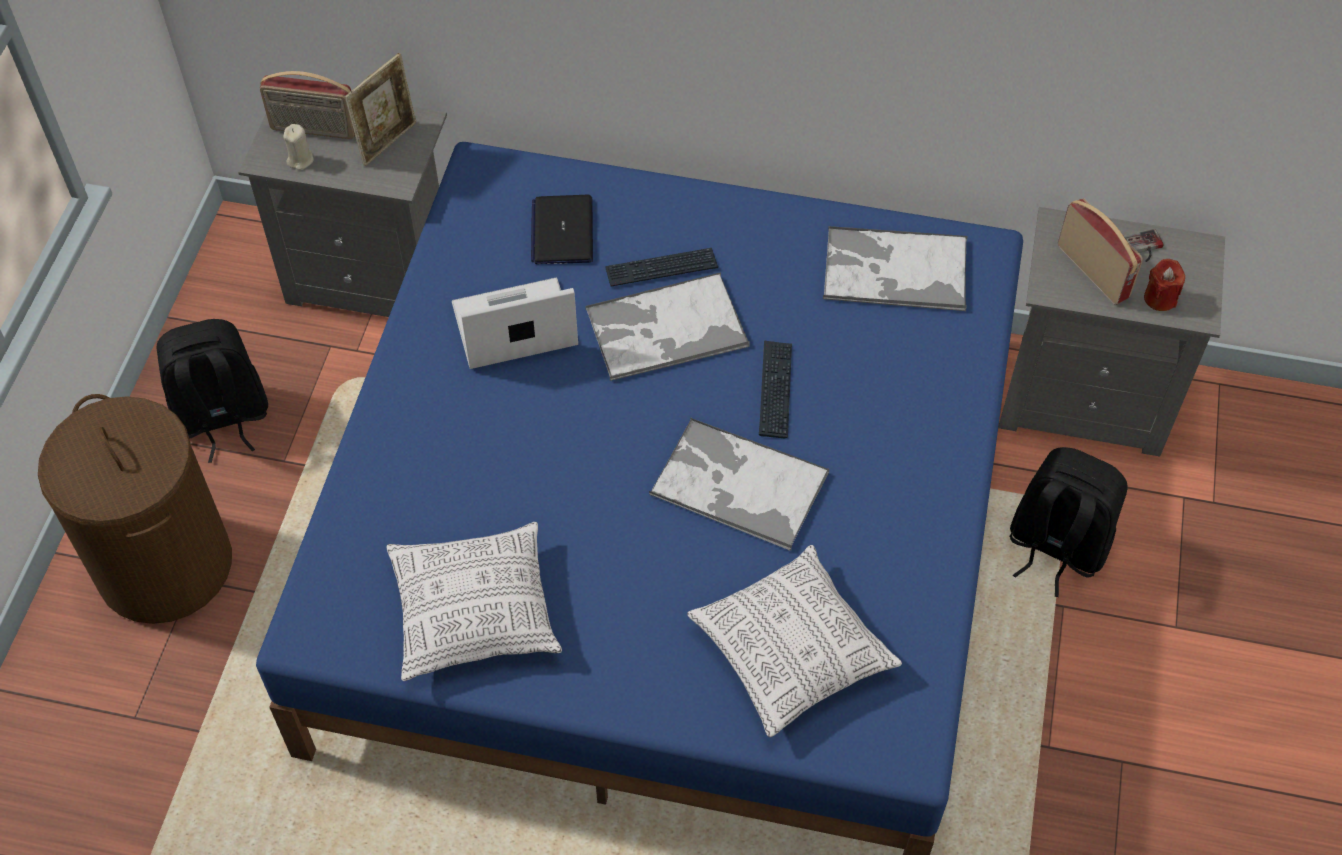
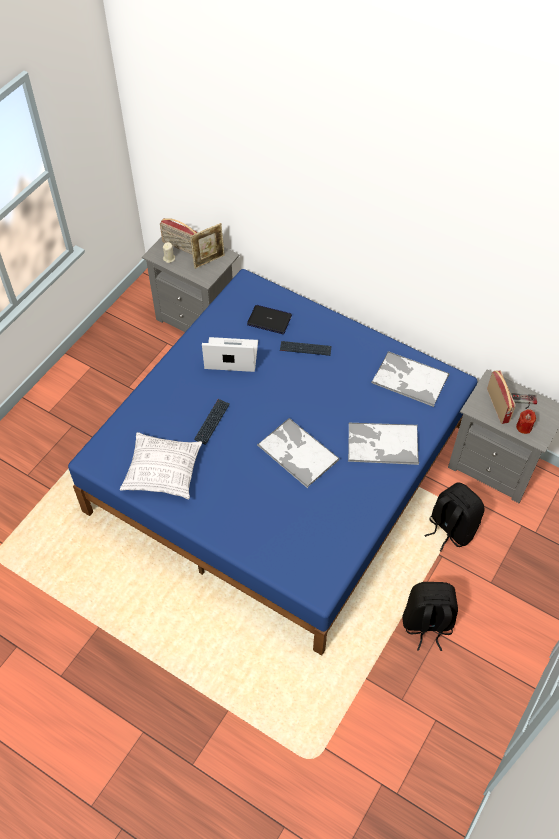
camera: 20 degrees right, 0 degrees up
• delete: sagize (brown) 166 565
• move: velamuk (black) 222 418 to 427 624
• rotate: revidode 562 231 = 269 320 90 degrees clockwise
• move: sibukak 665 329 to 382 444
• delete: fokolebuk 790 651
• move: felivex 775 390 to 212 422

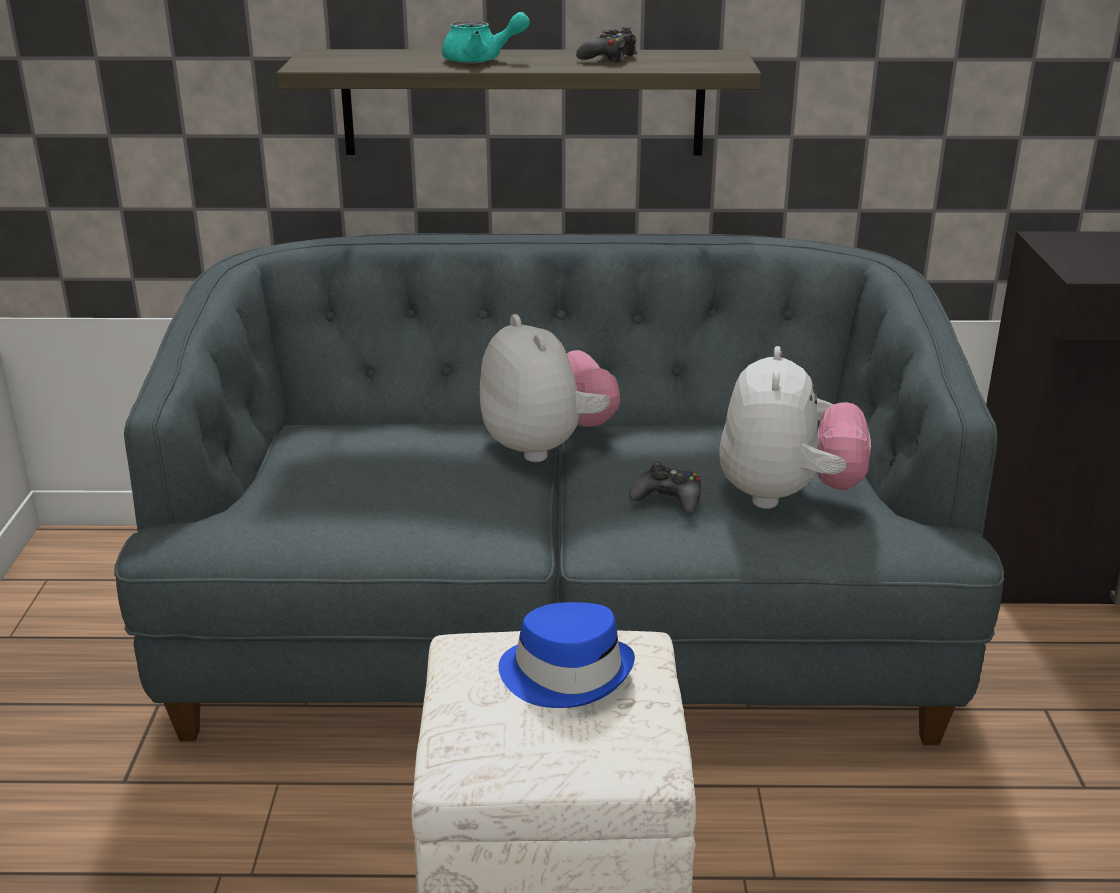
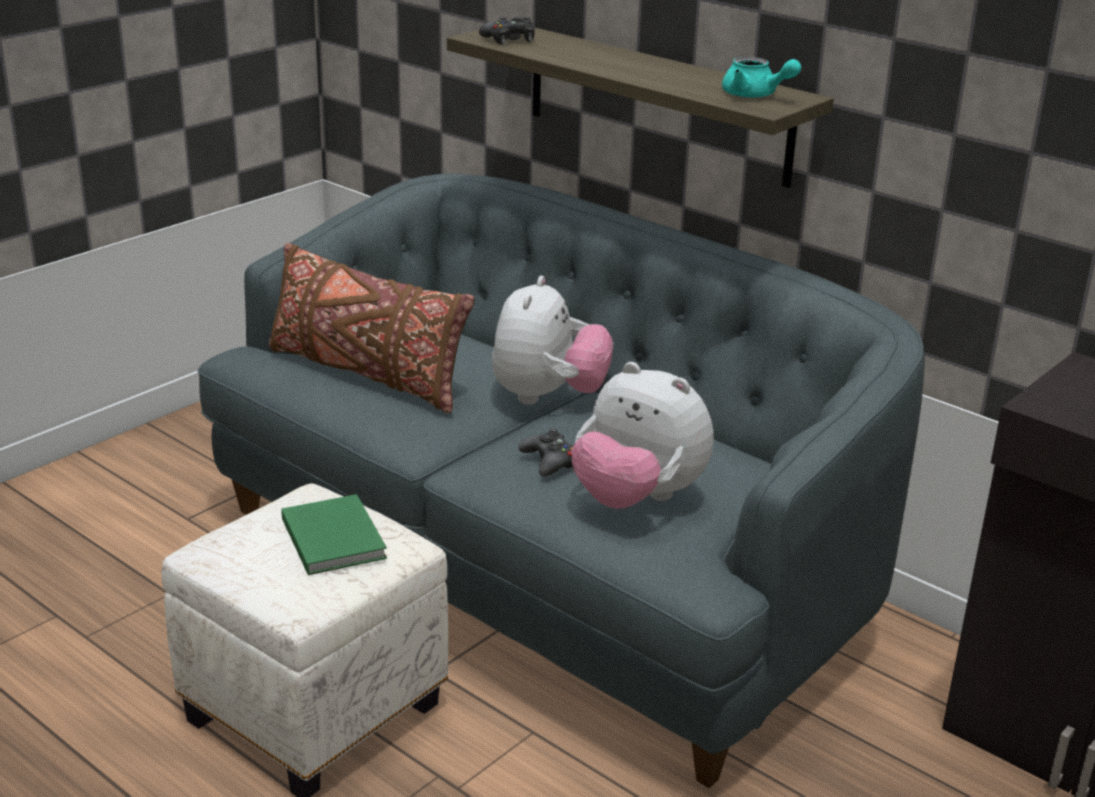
camera: 40 degrees right, 0 degrees up
• move: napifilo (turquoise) 481 60 to 755 95
• replace: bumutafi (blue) 566 673 to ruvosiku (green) 334 537
• move: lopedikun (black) 608 57 to 509 39
• rotate: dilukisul 786 496 = 637 498 75 degrees clockwise
• insert: fokolebuk (brown) 366 373

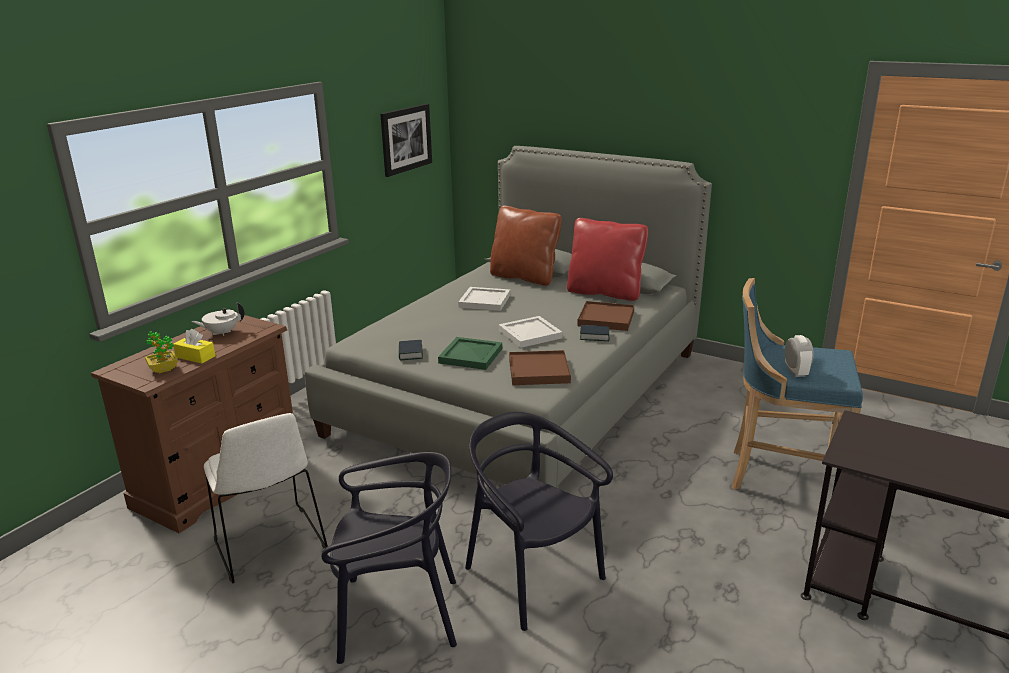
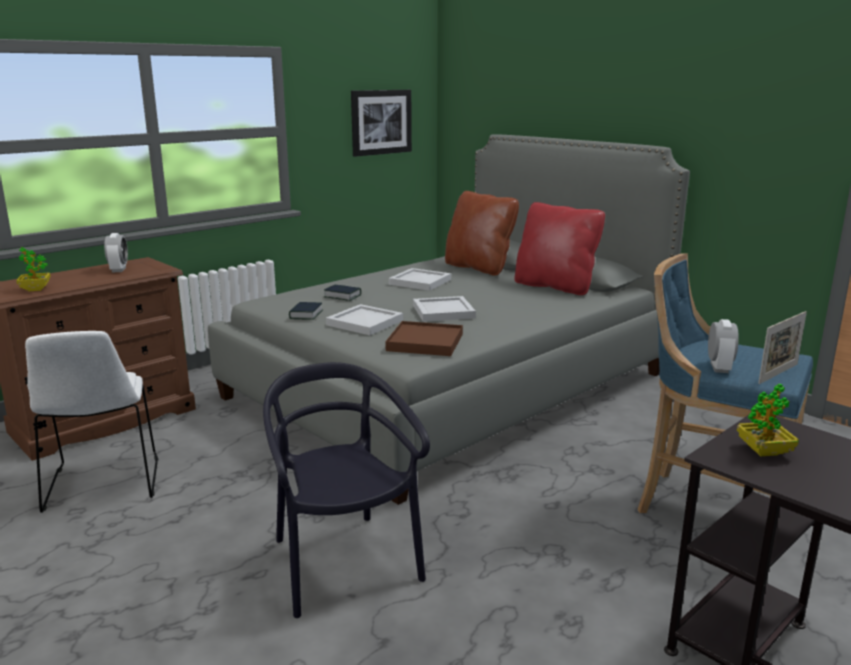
camera: 15 degrees right, 5 degrees down
• delete: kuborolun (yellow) 195 357
• replace: napifilo (white) 221 333 to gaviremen 119 269
• delete: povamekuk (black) 397 616
• recolor: sibukak (green) 470 355 to sibukak (white) 364 322
• delete: sibukak (brown) 606 319
• move: ruvosiku 594 336 to 342 296
• insert: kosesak 764 451
• insert: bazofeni 778 374

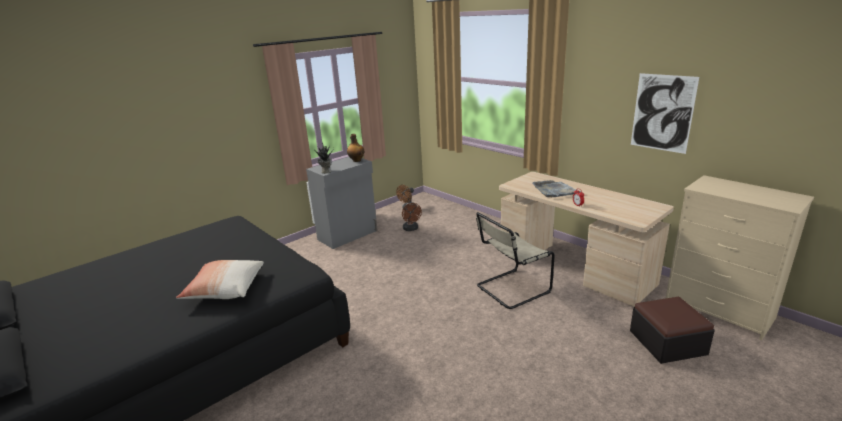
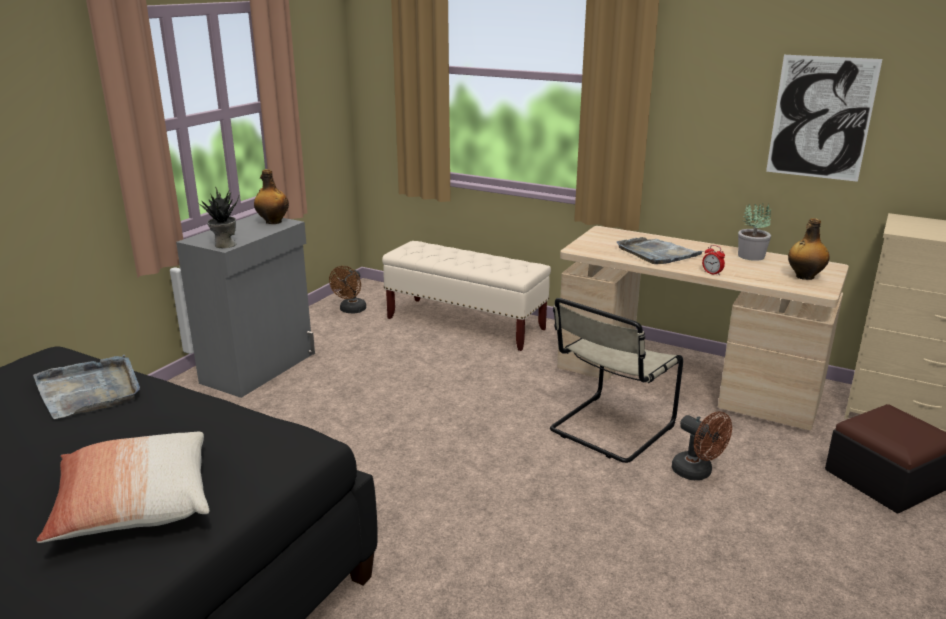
camera: 20 degrees left, 0 degrees up
• move: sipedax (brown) 411 229 to 697 473
• insert: sibukak (grey) 90 390
• insert: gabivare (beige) 465 324
• insert: kosesak 751 256
• insert: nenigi 804 277

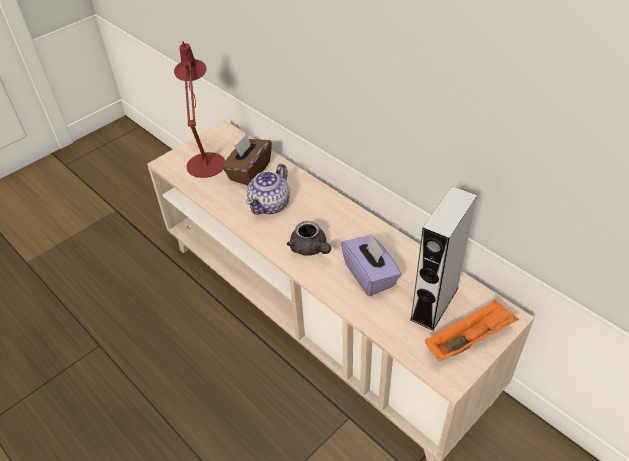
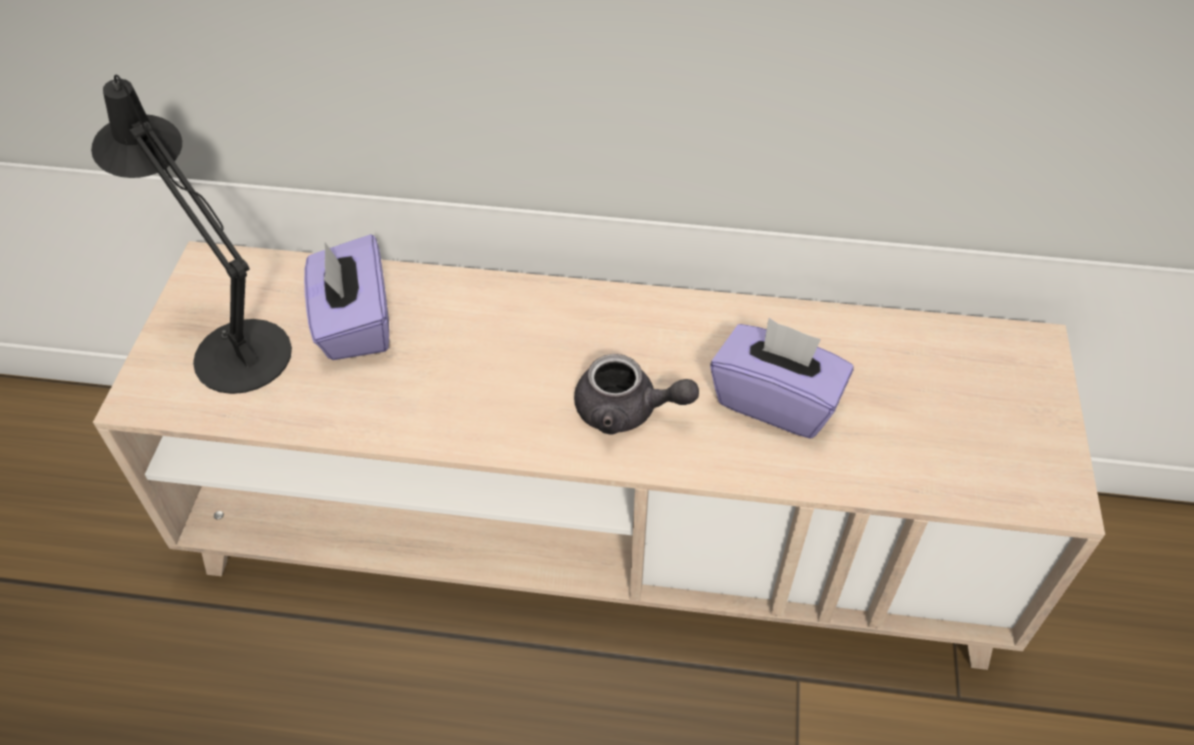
camera: 40 degrees left, 5 degrees up
• recolor: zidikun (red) 206 161 to zidikun (black) 235 347
• recolor: kuborolun (brown) 249 171 to kuborolun (purple) 354 323
• delete: napifilo 270 204
• delete: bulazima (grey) 434 303
• delete: sibukak (orange) 469 339

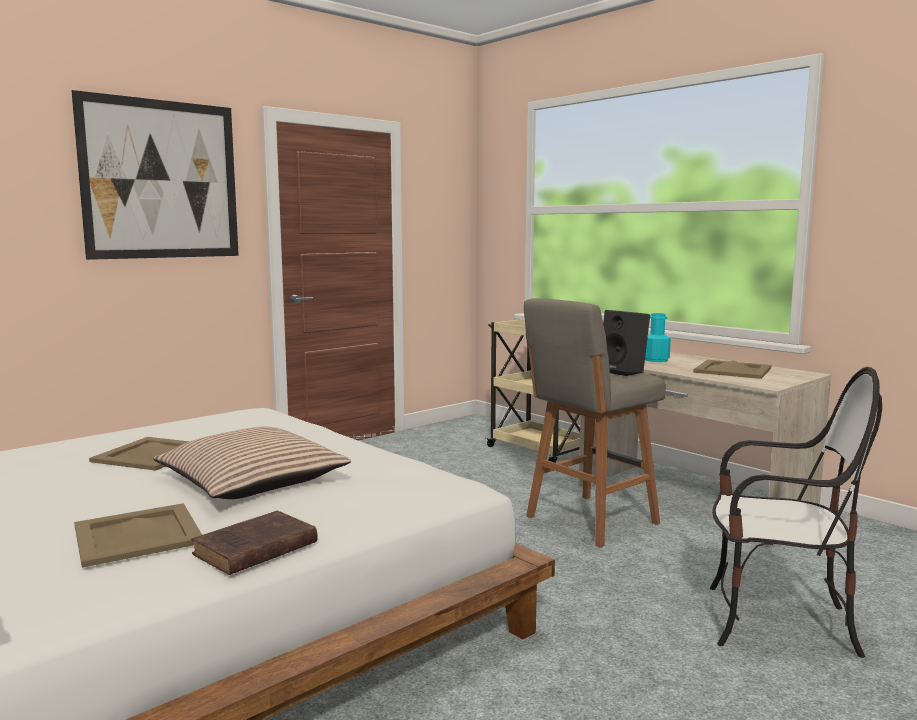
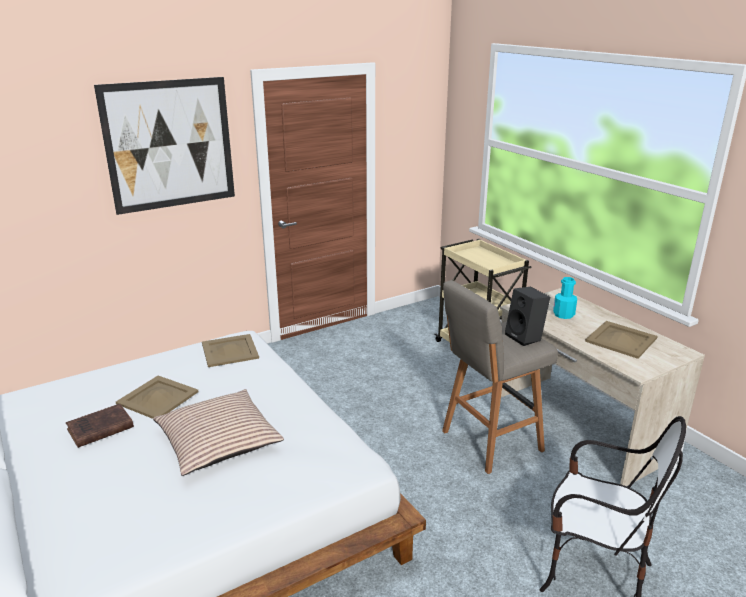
camera: 10 degrees right, 15 degrees up
• move: sibukak (beige) 139 535 to 230 351
• move: ruvosiku (brown) 253 550 to 98 429

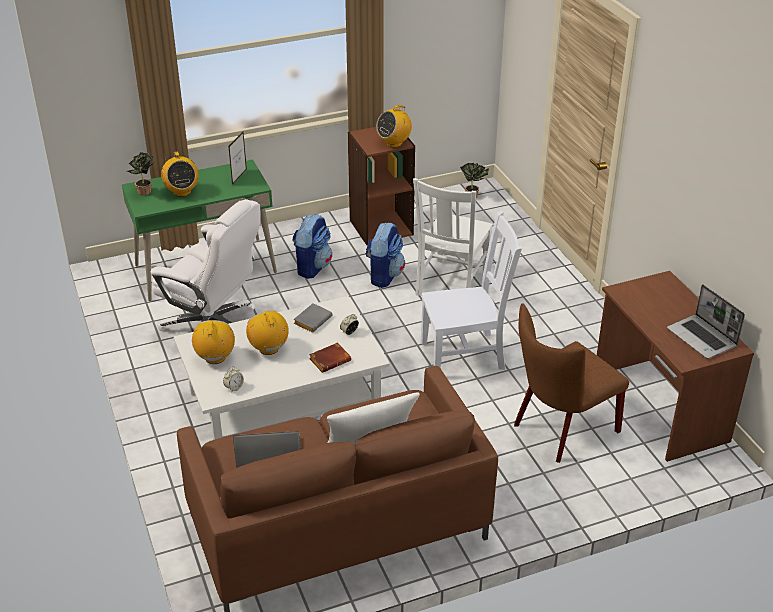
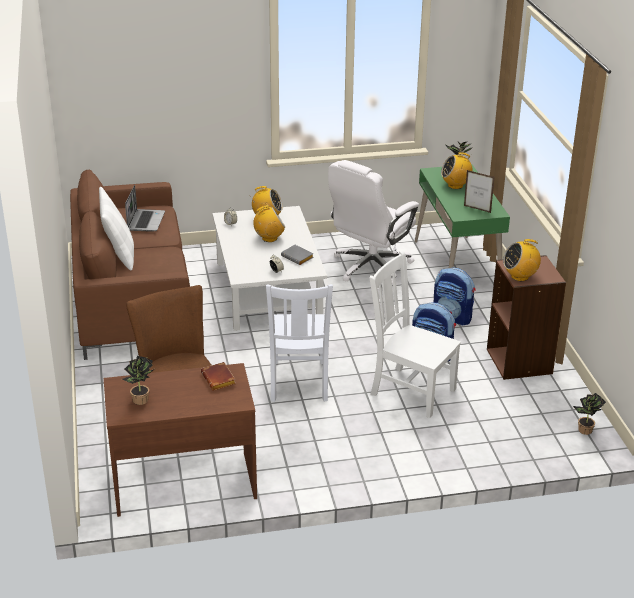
camera: 100 degrees right, 5 degrees down
• move: ruvosiku (brown) 330 360 to 219 379
• rotate: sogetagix 394 143 = 520 276 75 degrees counterclockwise
• replace: revidode 702 338 to kosesak 141 401

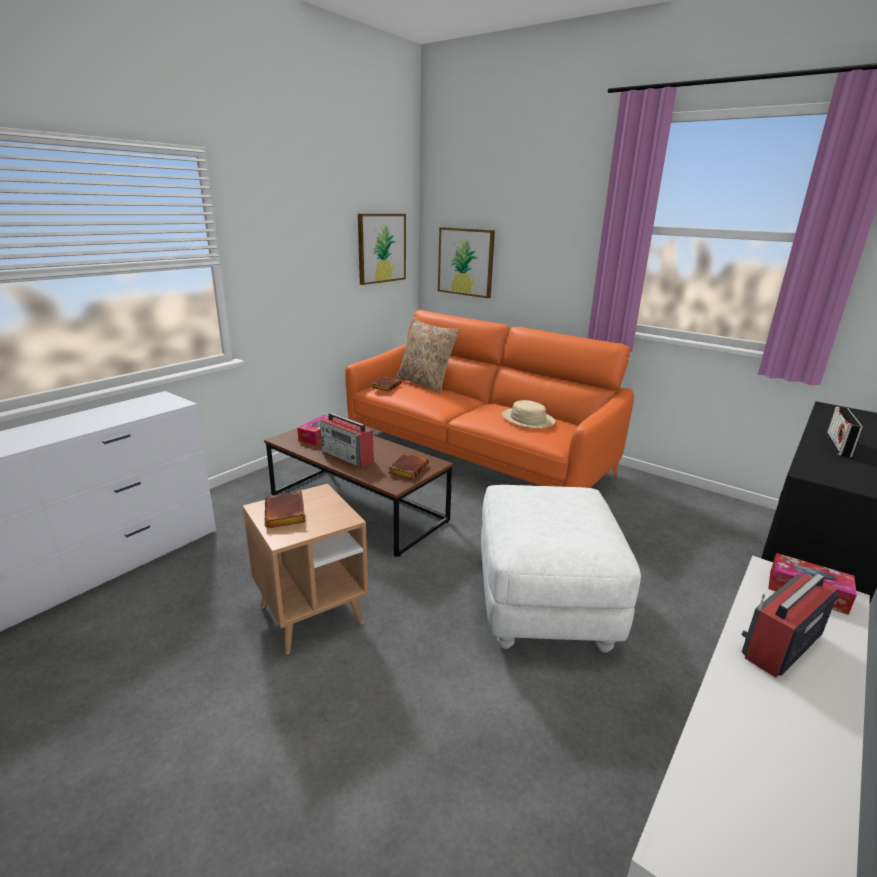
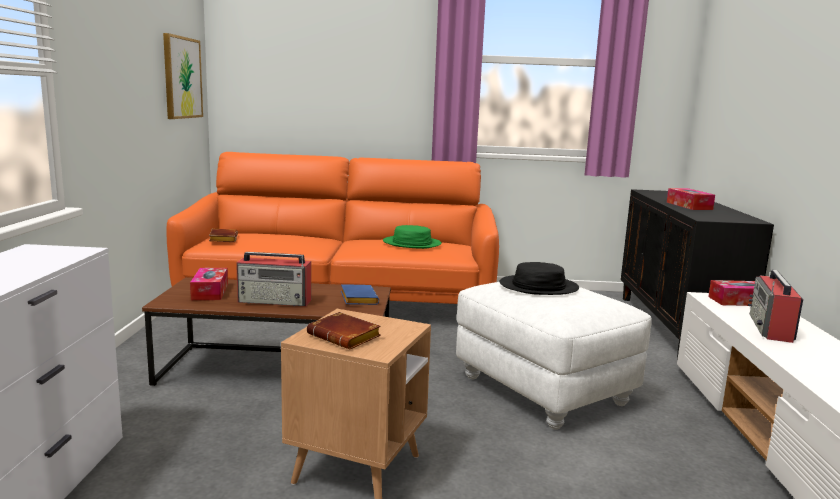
camera: 35 degrees left, 10 degrees down
• recolor: ruvosiku (brown) 407 469 to ruvosiku (blue) 357 299
• delete: fokolebuk (beige) 425 383
• delete: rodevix 466 262
• recolor: bumutafi (beige) 527 419 to bumutafi (green) 412 243
• replace: sogetagix 838 445 to kuborolun 689 206
• insert: bumutafi (black) 538 287

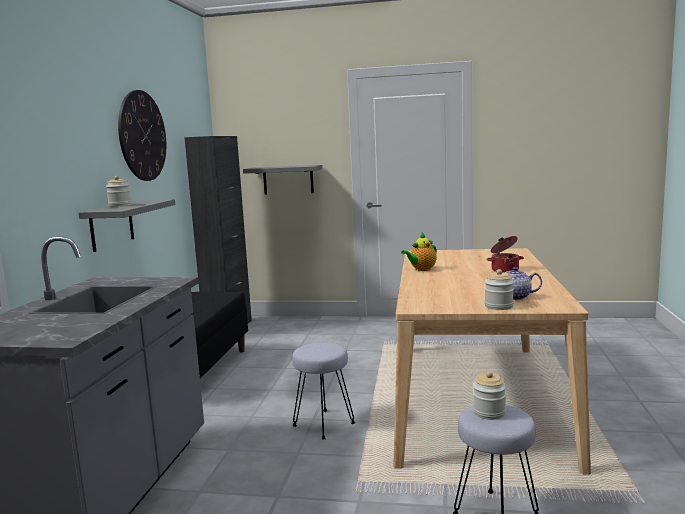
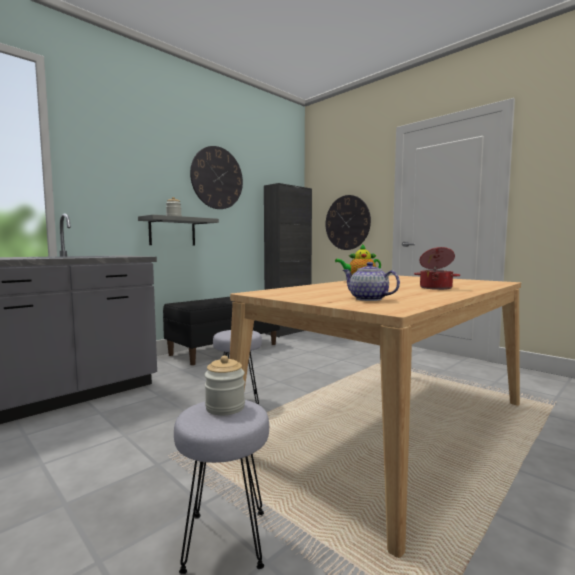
camera: 35 degrees right, 5 degrees down
• replace: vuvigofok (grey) 288 180 to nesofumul 347 222
• delete: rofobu 498 306

